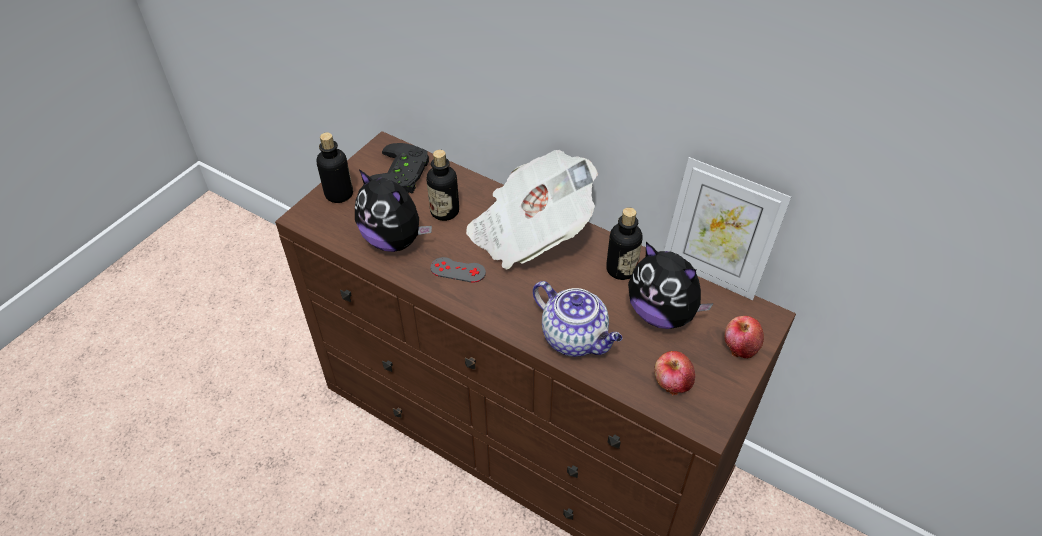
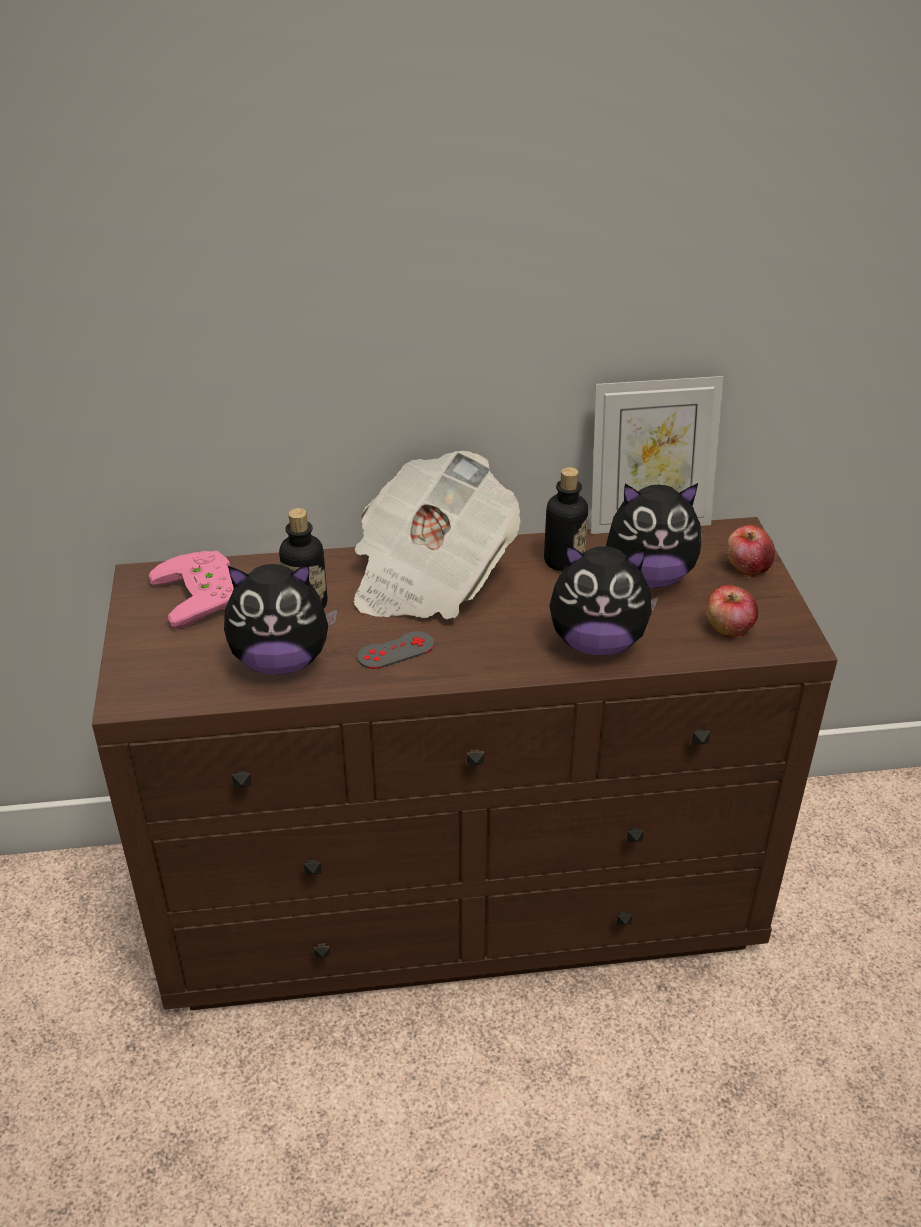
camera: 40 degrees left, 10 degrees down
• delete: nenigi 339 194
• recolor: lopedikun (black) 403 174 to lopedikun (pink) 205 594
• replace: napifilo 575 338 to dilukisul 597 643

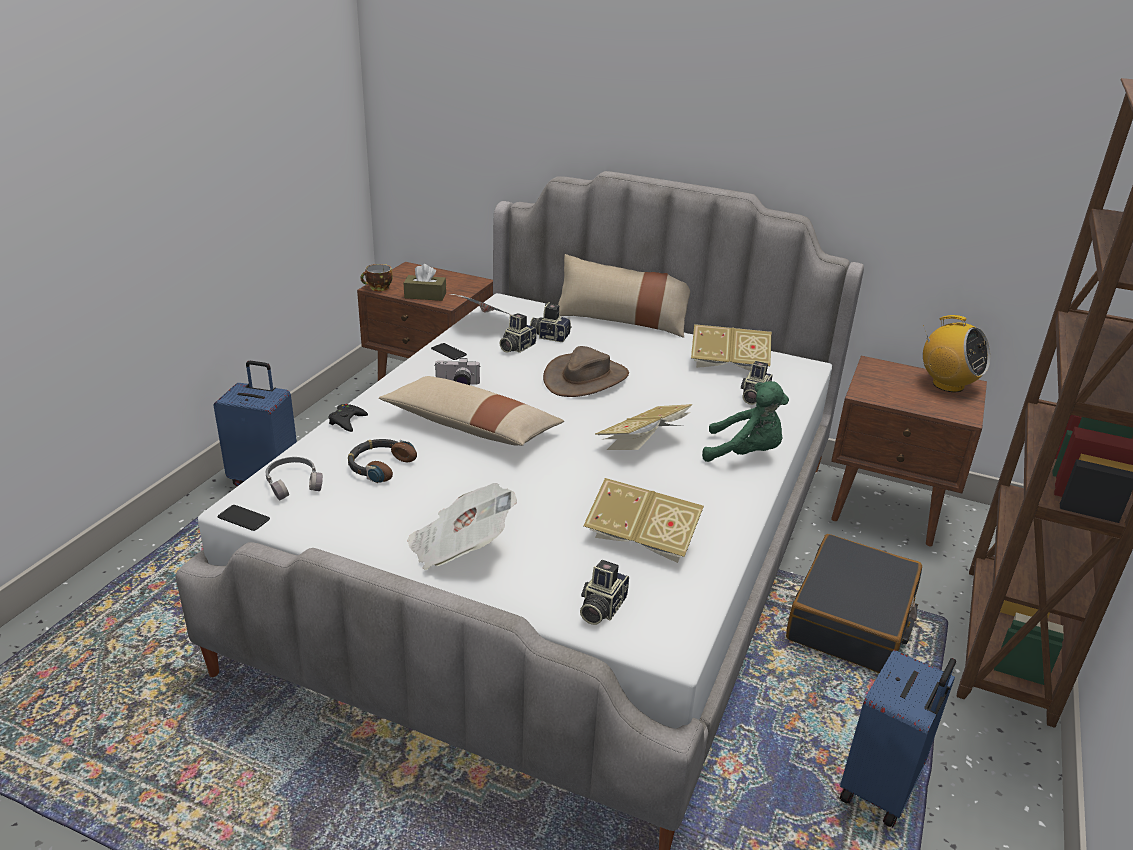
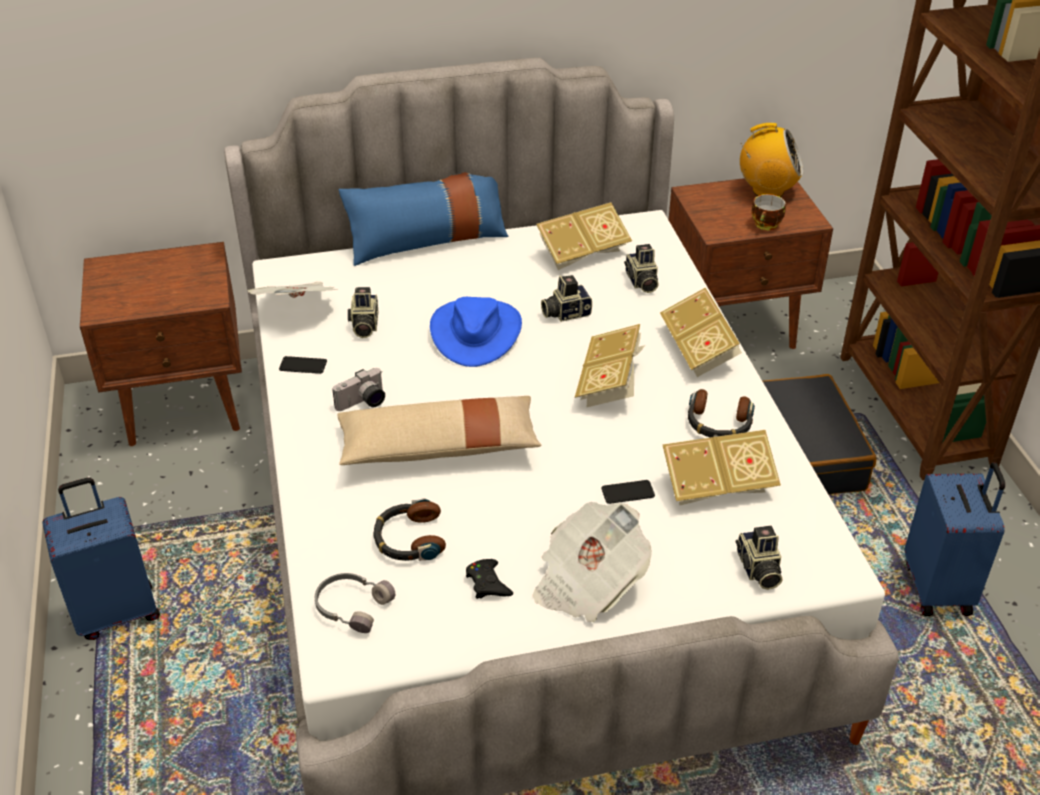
camera: 35 degrees left, 10 degrees up
• move: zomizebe 243 518 to 628 492
• move: lopedikun (black) 347 421 to 488 583
• move: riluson 378 288 to 766 225
• delete: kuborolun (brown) 425 295
• move: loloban 550 336 to 565 313
• recolor: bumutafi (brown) 585 378 to bumutafi (blue) 475 332
• recolor: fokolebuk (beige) 622 321 to fokolebuk (blue) 427 241
• replace: dilukisul (green) 745 453 to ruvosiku 699 350
• insert: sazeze 718 423

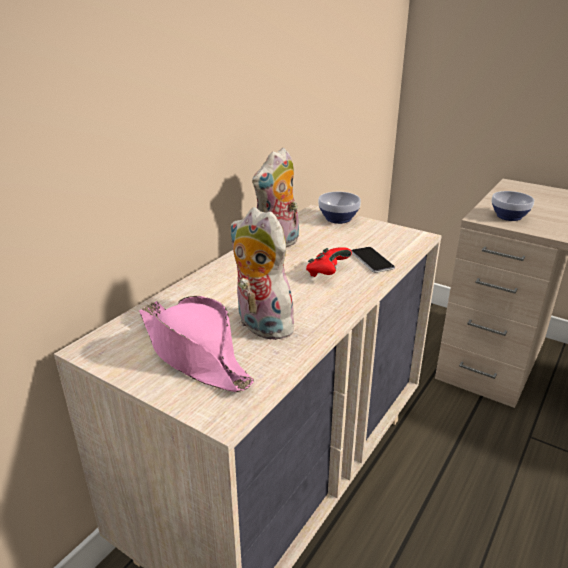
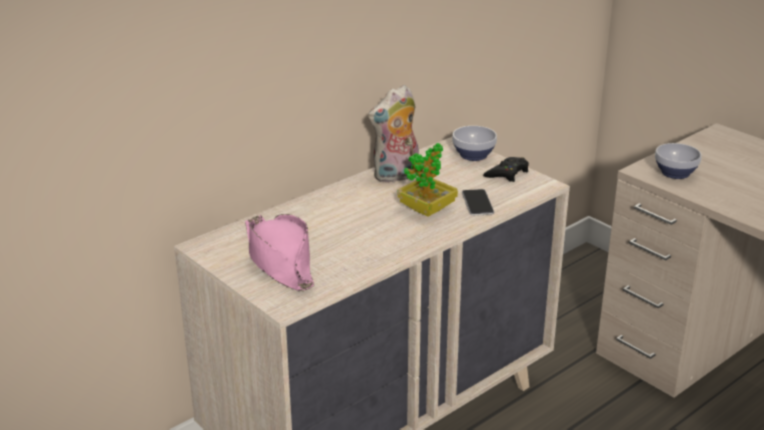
camera: 15 degrees right, 0 degrees up
• delete: dilukisul 260 325
• replace: lopedikun (red) 327 273 to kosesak 427 210
• insert: lopedikun (black) 507 173

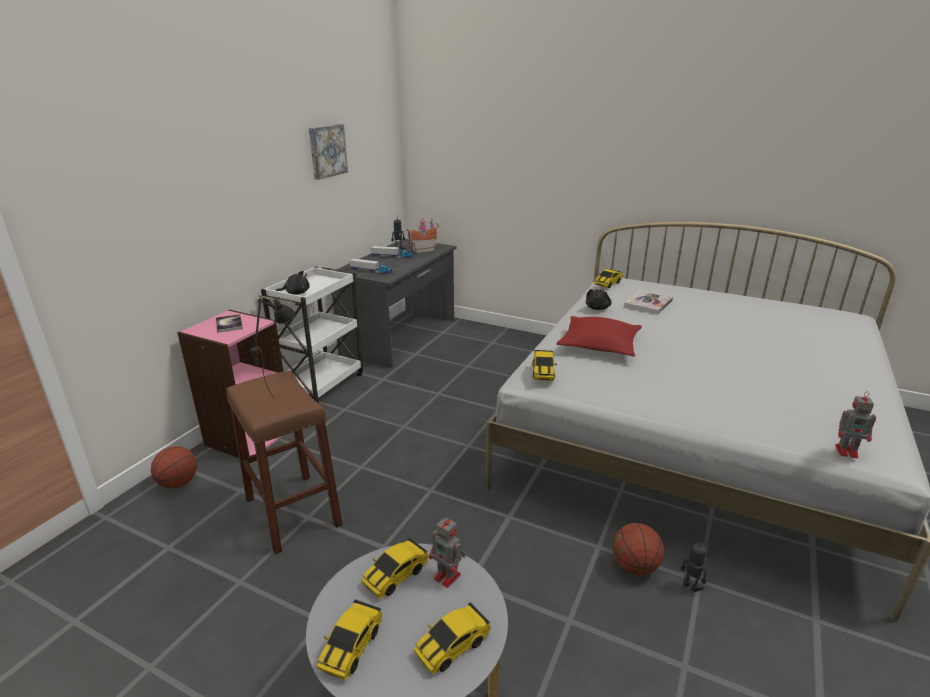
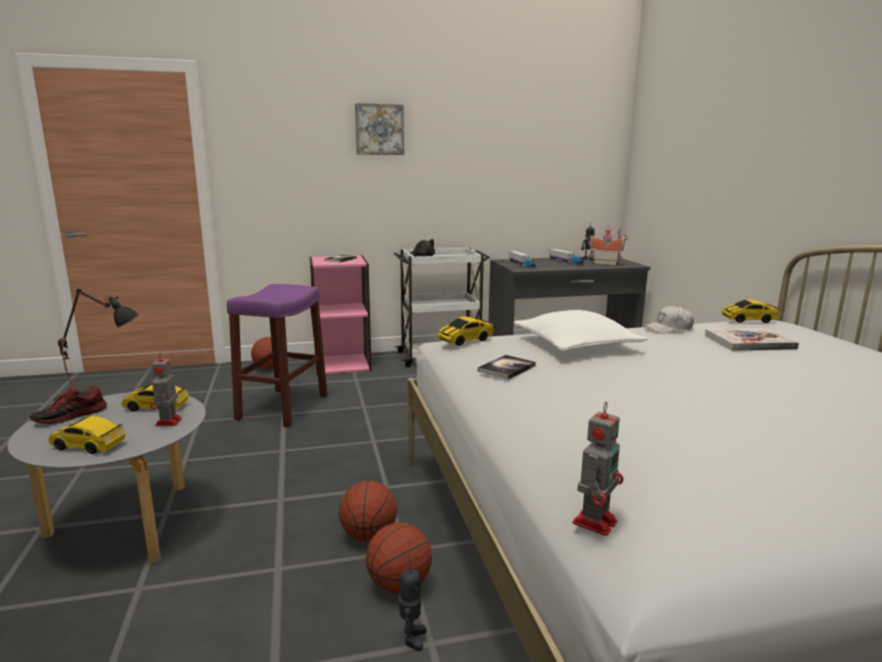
camera: 50 degrees right, 10 degrees down
• recolor: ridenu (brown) 292 512 to ridenu (purple) 283 407
• move: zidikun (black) 280 386 to 110 397
• move: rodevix 326 151 to 379 129
• replace: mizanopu 351 647 to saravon 71 416
• recolor: fokolebuk (red) 599 345 to fokolebuk (white) 576 345
• replace: dilukisul (black) 597 308 to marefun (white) 668 329
• rotate: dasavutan 847 451 = 595 521 120 degrees counterclockwise
• insert: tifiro 368 535
• insert: ruvosiku 506 368

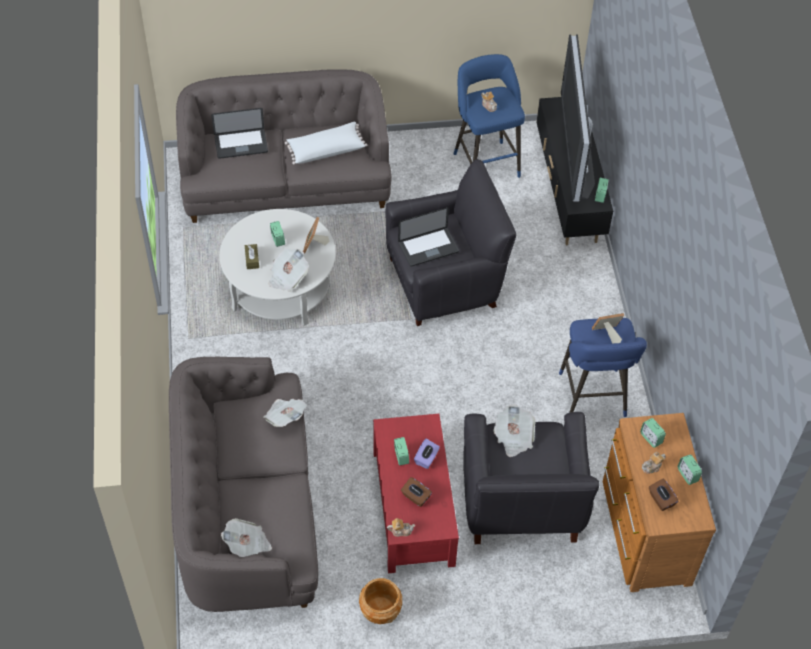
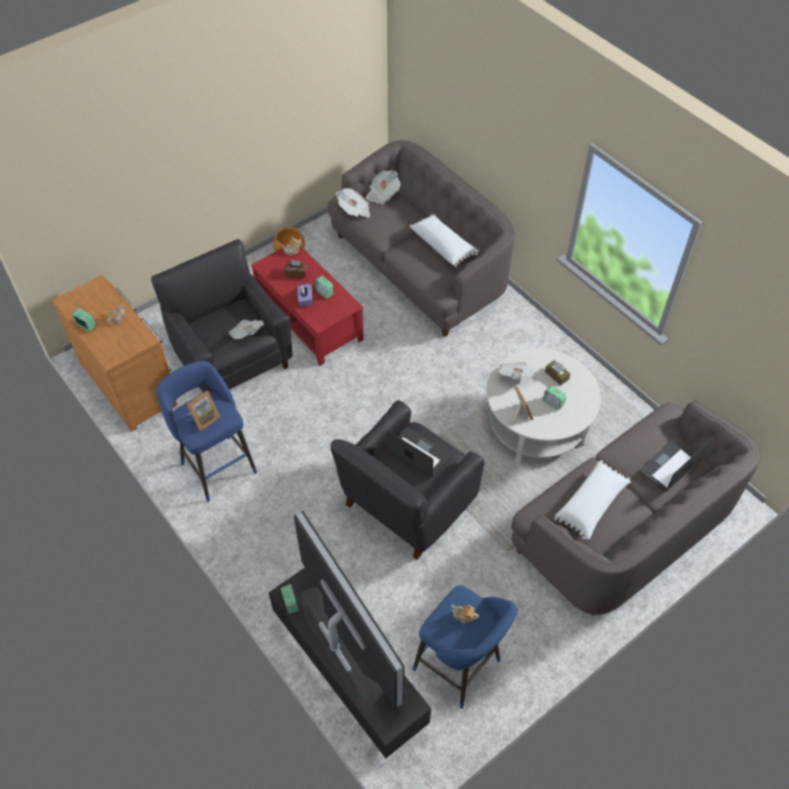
camera: 150 degrees right, 0 degrees up
• move: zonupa 285 417 to 354 210
• rotate: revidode 428 248 = 418 453 90 degrees clockwise
• delete: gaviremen 651 438
• delete: kuborolun (brown) 661 500
• insert: fokolebuk (white) 443 245

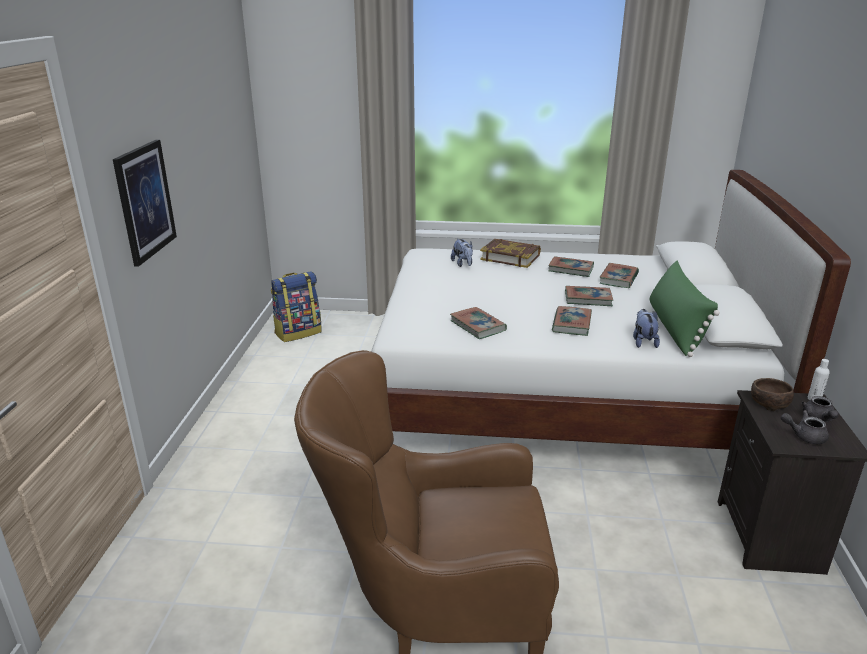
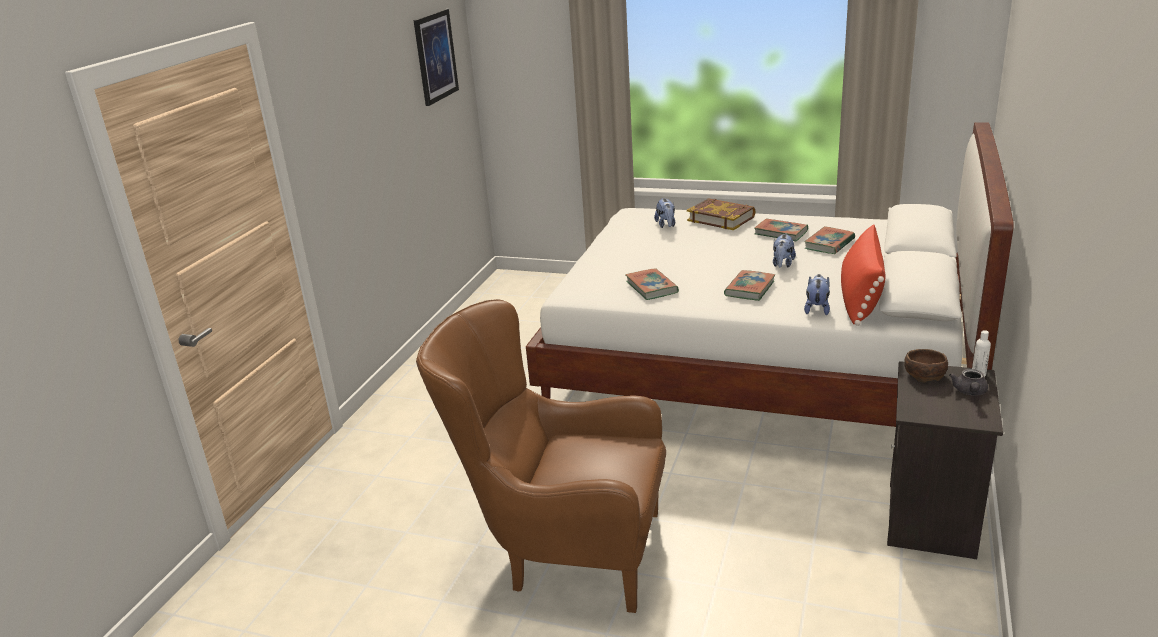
camera: 15 degrees right, 0 degrees up
• move: rodevix 145 201 to 435 56
• delete: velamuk 298 332
• replace: ruvosiku 588 299 to dilukisul 782 264
• recolor: fokolebuk (green) 675 328 to fokolebuk (red) 860 297
• delete: napifilo (grey) 804 436

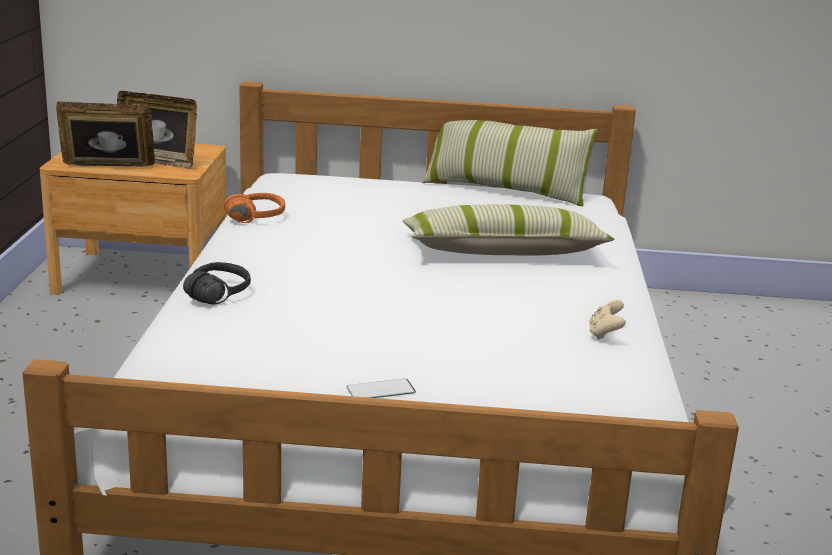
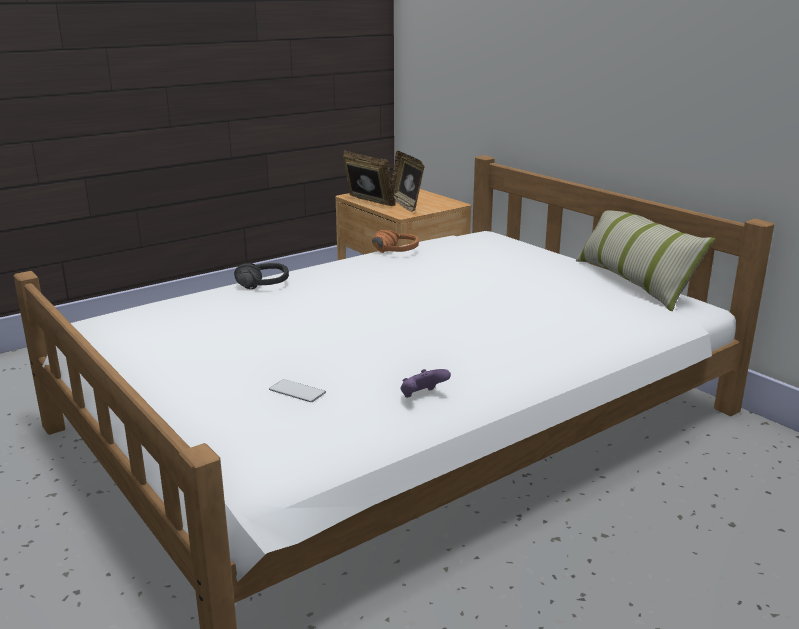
camera: 50 degrees right, 0 degrees up
• move: zomizebe 381 390 to 297 391
• delete: fokolebuk 503 252
• recolor: lopedikun (beige) 605 334 to lopedikun (purple) 422 396

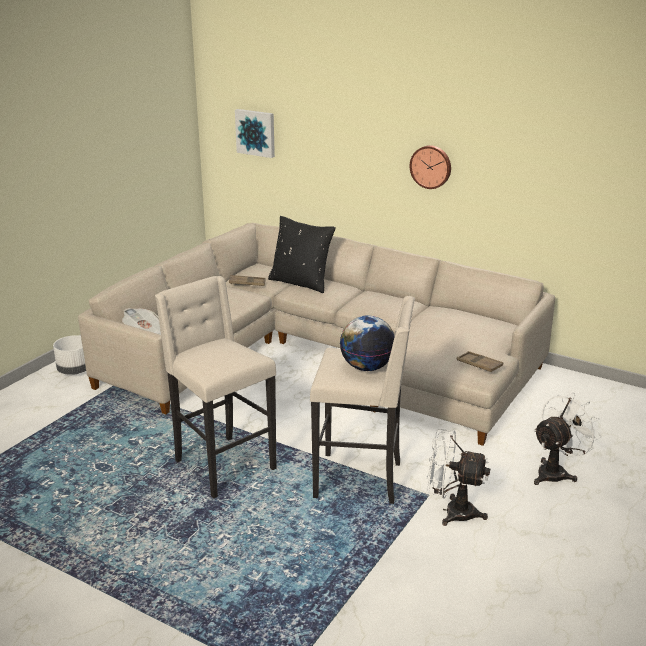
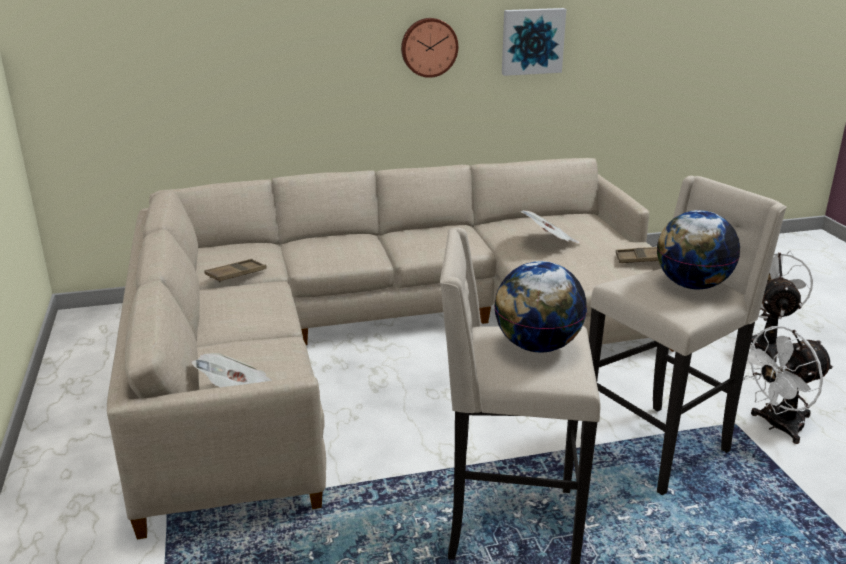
camera: 45 degrees left, 0 degrees up
• delete: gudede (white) 75 370
• move: rodevix 256 132 to 532 41
• delete: fokolebuk (black) 301 282
• insert: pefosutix 537 346
• insert: zonupa 549 242

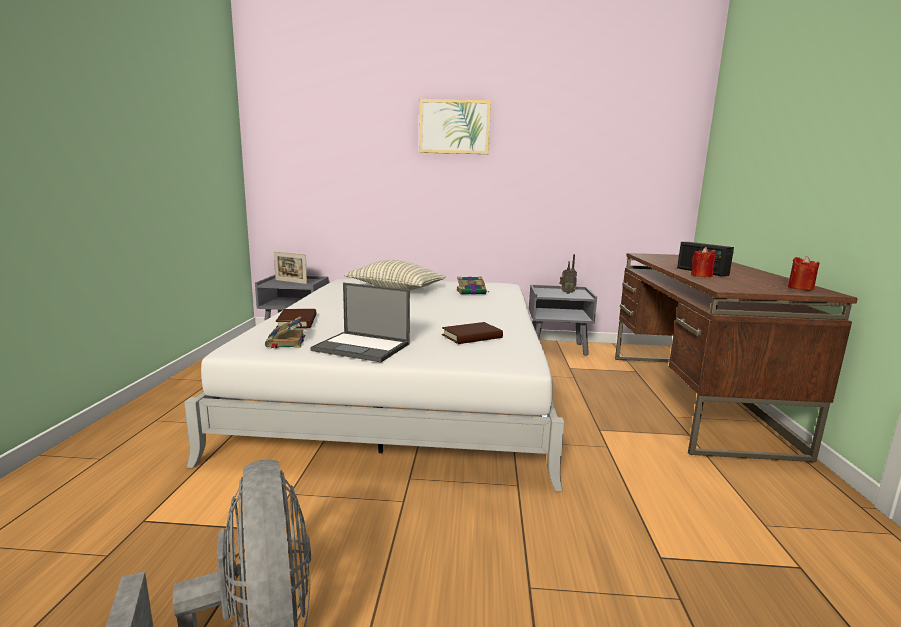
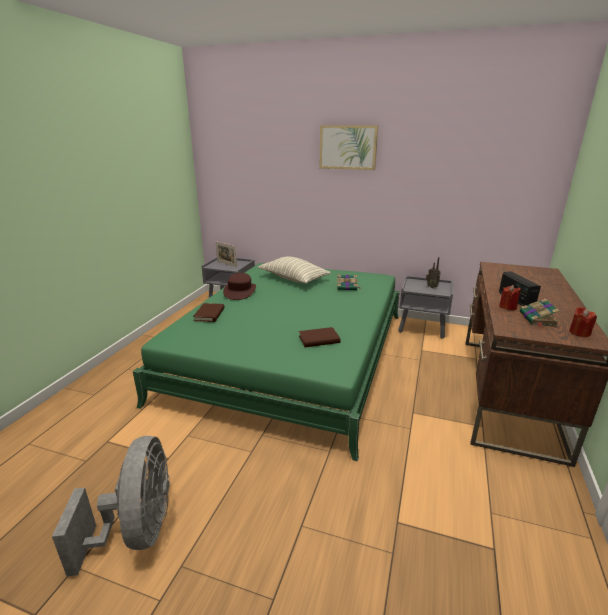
camera: 15 degrees right, 10 degrees up
• recolor: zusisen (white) 407 384 to zusisen (green) 291 354
• move: ruvosiku 286 342 to 538 319
• delete: revidode 363 347
• insert: bumutafi (brown) 240 291

